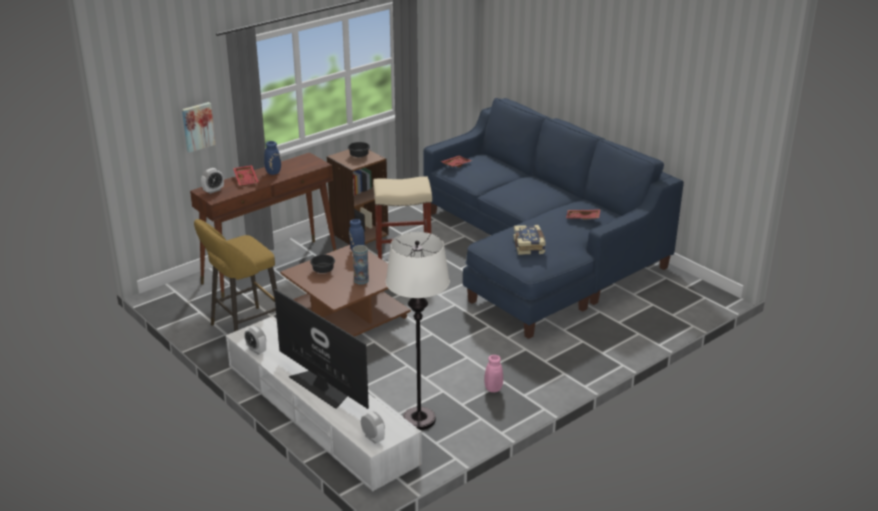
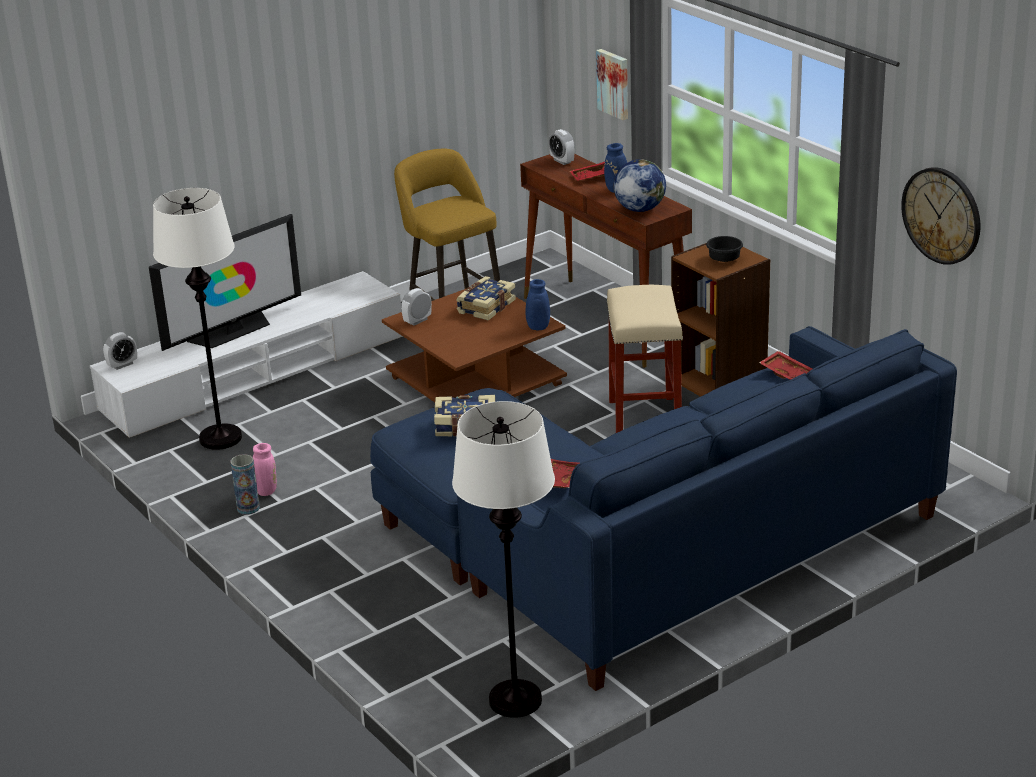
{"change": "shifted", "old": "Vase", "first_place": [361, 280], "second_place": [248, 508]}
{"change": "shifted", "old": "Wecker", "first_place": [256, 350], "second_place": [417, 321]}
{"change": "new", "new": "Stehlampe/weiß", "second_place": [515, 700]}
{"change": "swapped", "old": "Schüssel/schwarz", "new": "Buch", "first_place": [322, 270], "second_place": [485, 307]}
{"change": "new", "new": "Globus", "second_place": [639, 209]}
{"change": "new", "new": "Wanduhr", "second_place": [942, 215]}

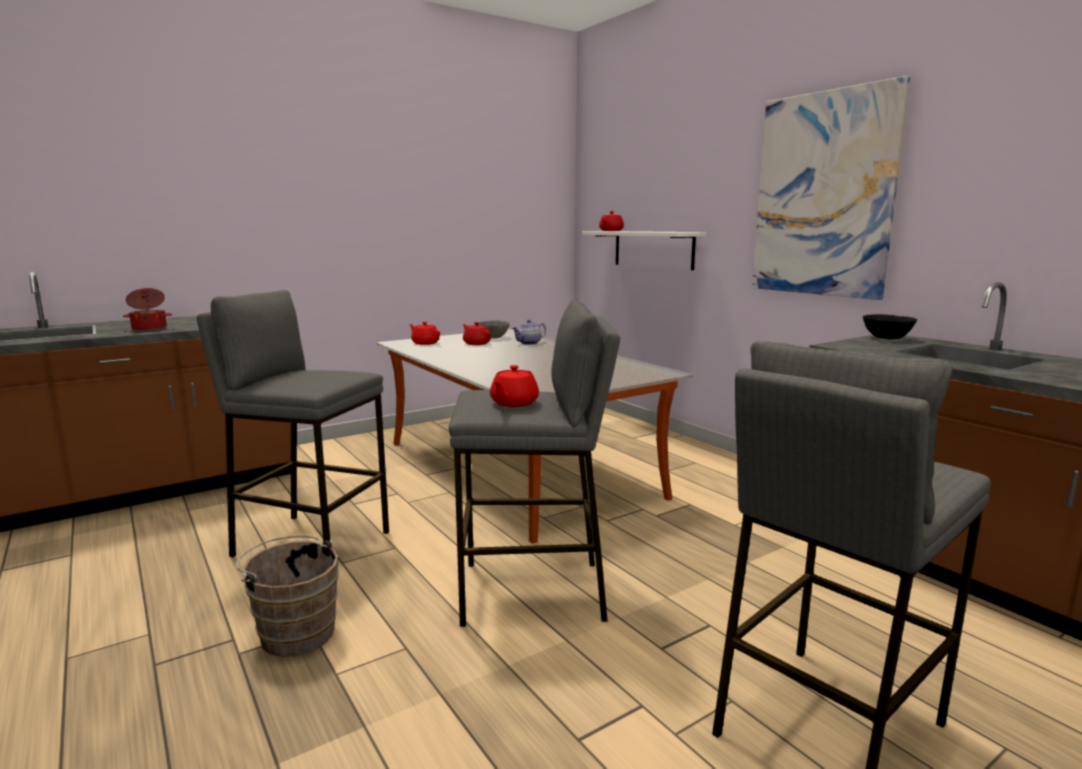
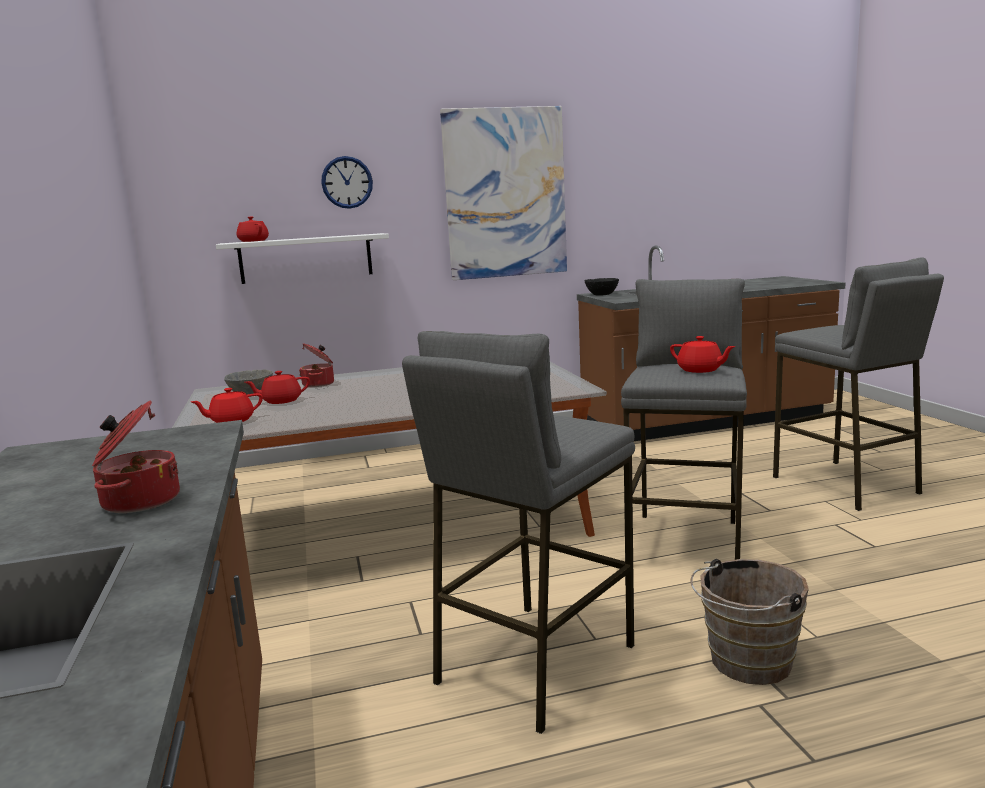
{"change": "swapped", "old": "Teekanne", "new": "Kochtopf", "first_place": [529, 343], "second_place": [319, 384]}
{"change": "new", "new": "Wanduhr", "second_place": [347, 182]}

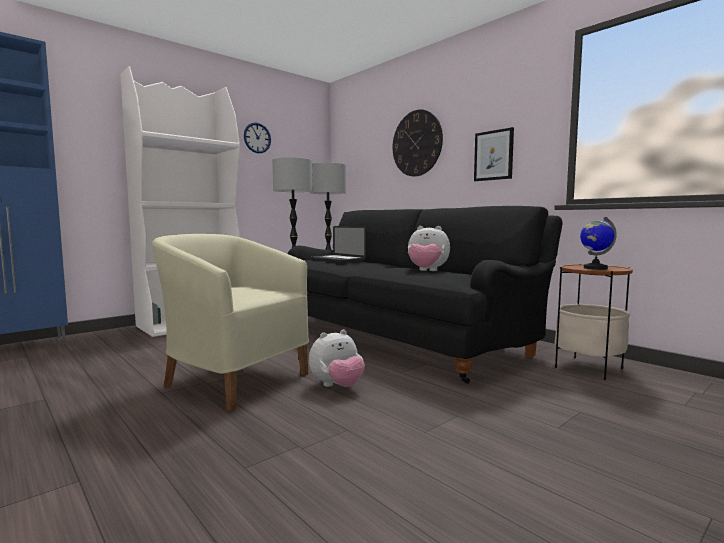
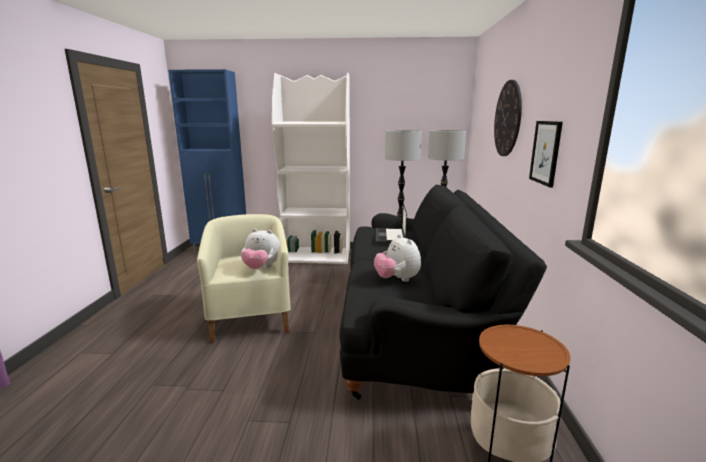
{"change": "shifted", "old": "Plüschtier", "first_place": [337, 386], "second_place": [261, 268]}
{"change": "gone", "old": "Wanduhr", "first_place": [257, 138]}
{"change": "gone", "old": "Globus", "first_place": [595, 268]}

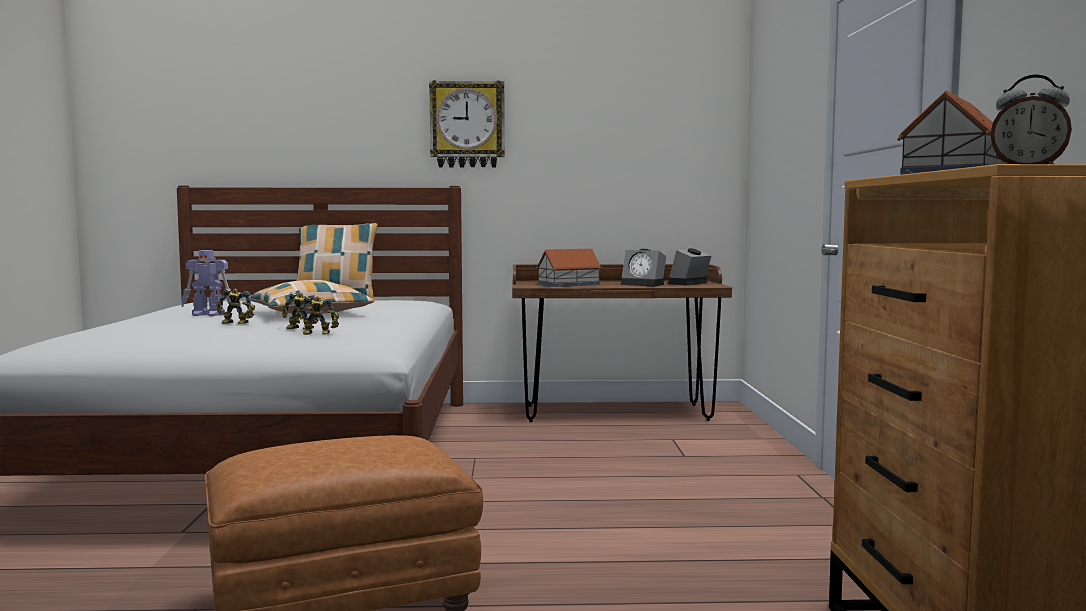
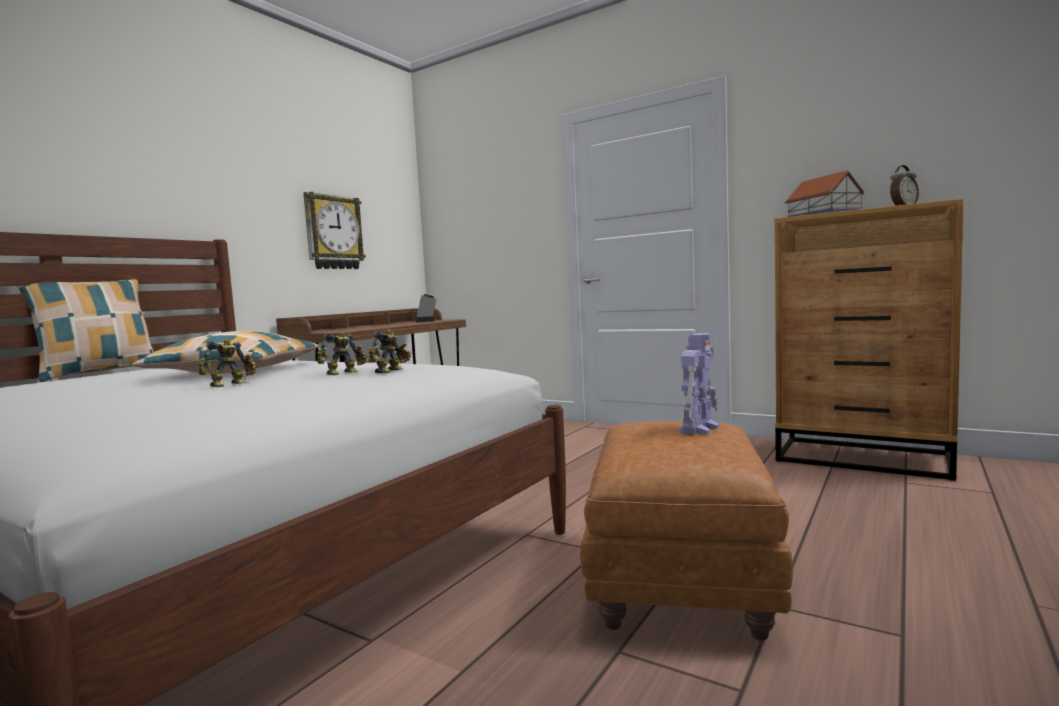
{"change": "shifted", "old": "Wanduhr", "first_place": [467, 125], "second_place": [333, 232]}
{"change": "shifted", "old": "Spielzeugroboter", "first_place": [209, 314], "second_place": [699, 428]}
{"change": "gone", "old": "Spielzeughaus", "first_place": [569, 284]}
{"change": "gone", "old": "Wecker", "first_place": [644, 284]}

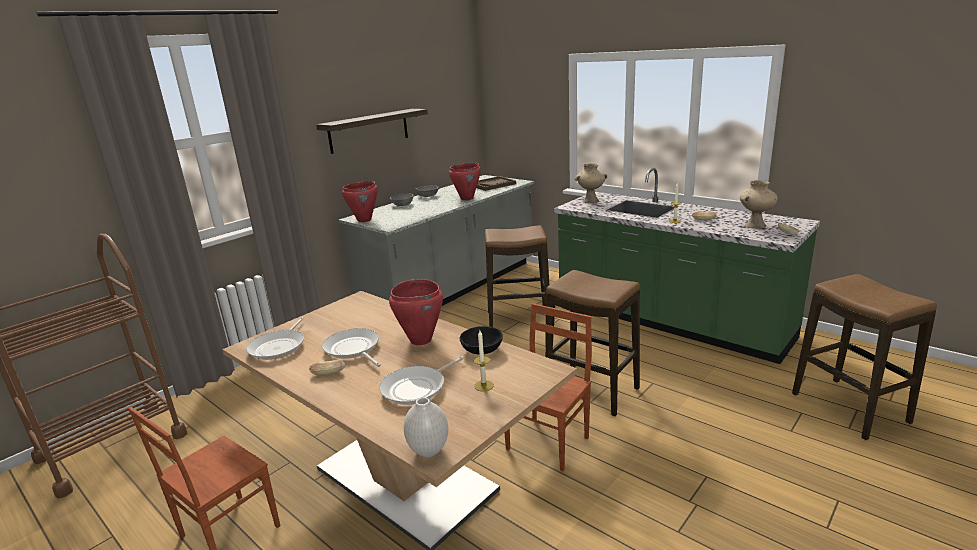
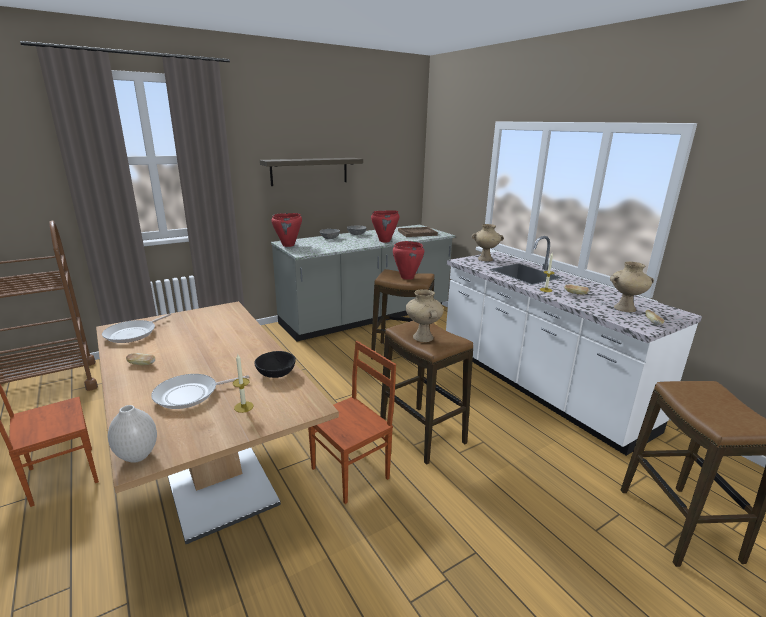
{"change": "shifted", "old": "Kochtopf/rot", "first_place": [420, 340], "second_place": [407, 277]}
{"change": "new", "new": "Vase/beige", "second_place": [422, 337]}
{"change": "repainted", "old": "Küchenzeile/grün", "new": "Küchenzeile/weiß", "first_place": [669, 322], "second_place": [536, 386]}
{"change": "gone", "old": "Pfanne", "first_place": [353, 349]}

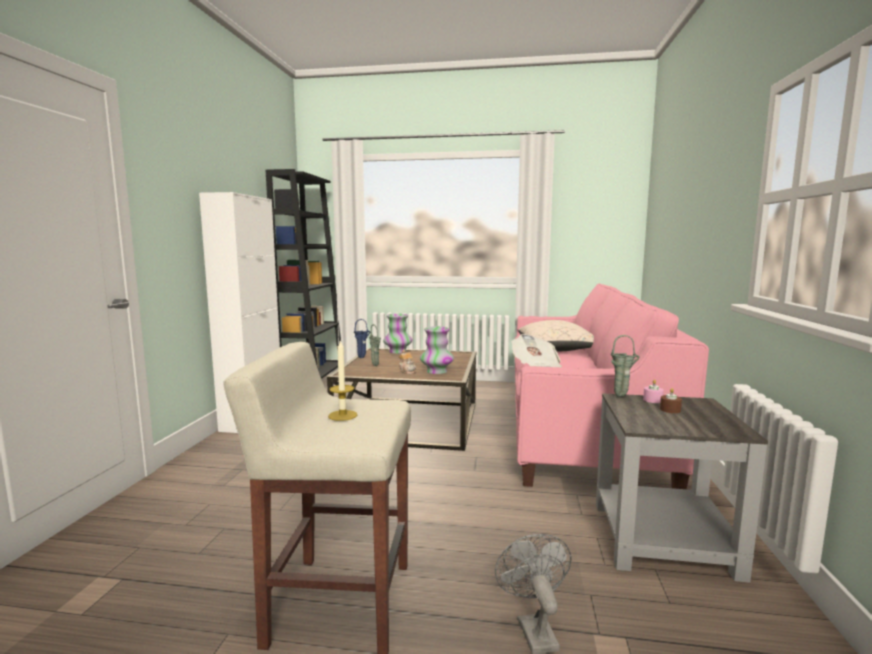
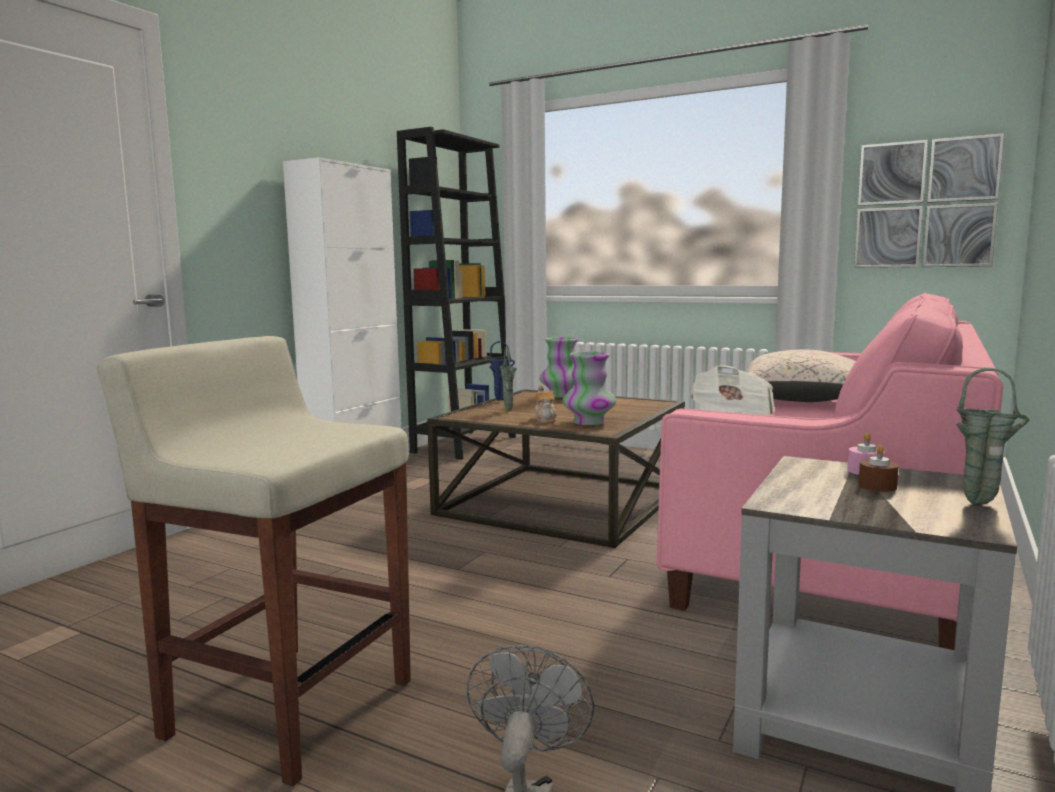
{"change": "new", "new": "Bild", "second_place": [925, 204]}
{"change": "shifted", "old": "Vase/grün", "first_place": [622, 396], "second_place": [983, 504]}
{"change": "gone", "old": "Kerze", "first_place": [342, 415]}

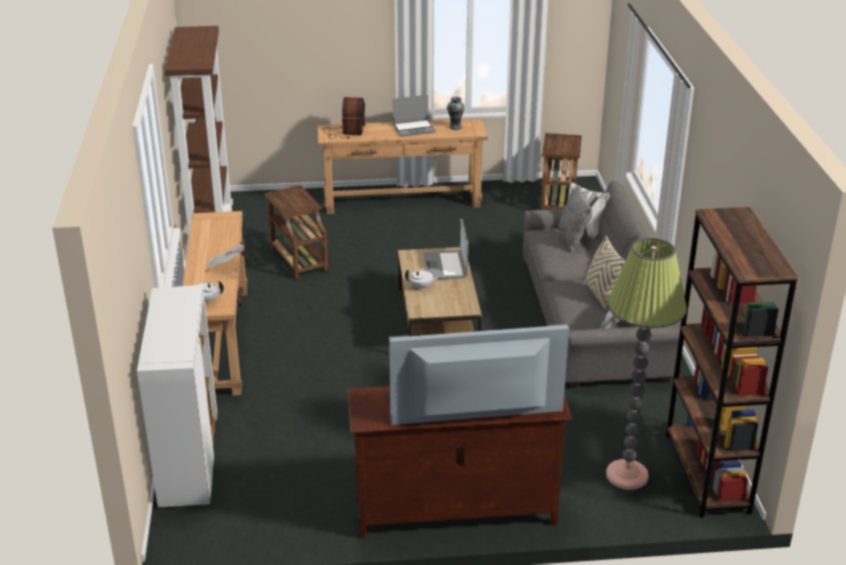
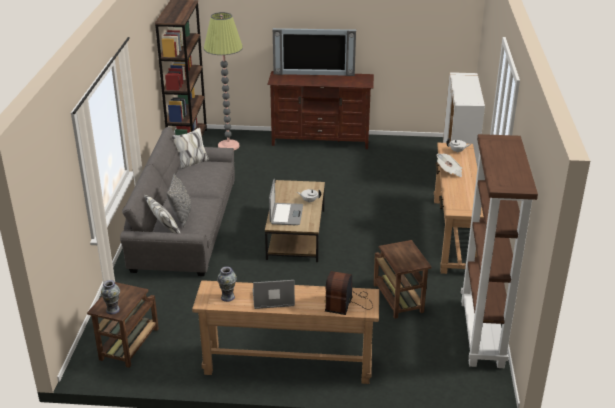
{"change": "new", "new": "Vase", "second_place": [112, 310]}
{"change": "gone", "old": "Kissen/beige", "first_place": [601, 294]}

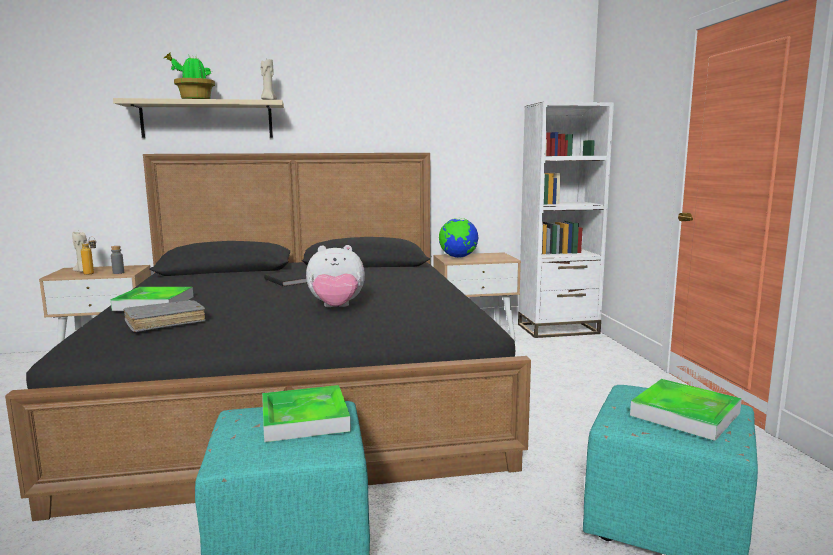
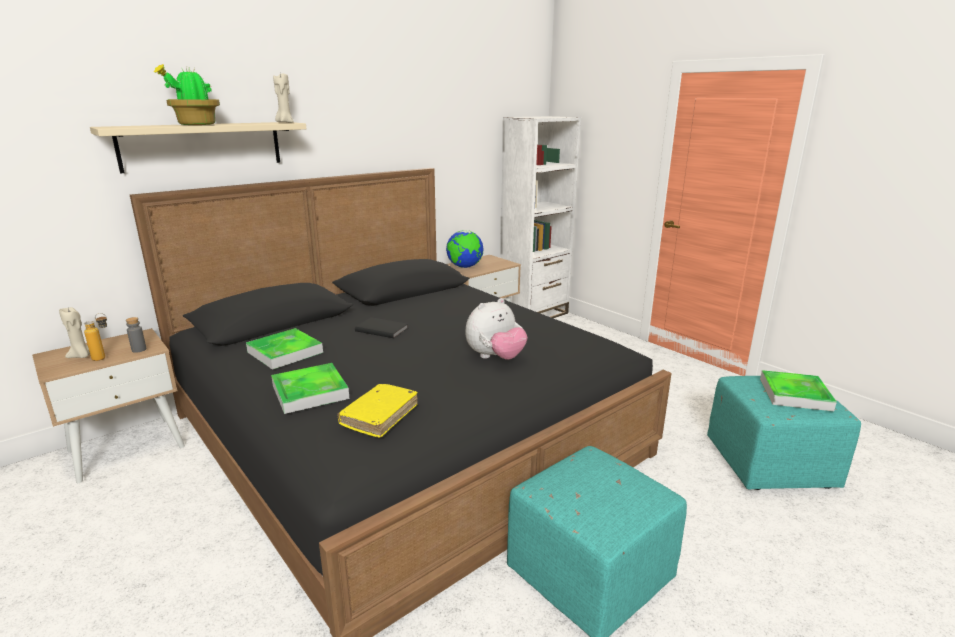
{"change": "shifted", "old": "Tablett", "first_place": [304, 418], "second_place": [285, 352]}
{"change": "repainted", "old": "Buch/grau", "new": "Buch/gelb", "first_place": [165, 323], "second_place": [379, 416]}

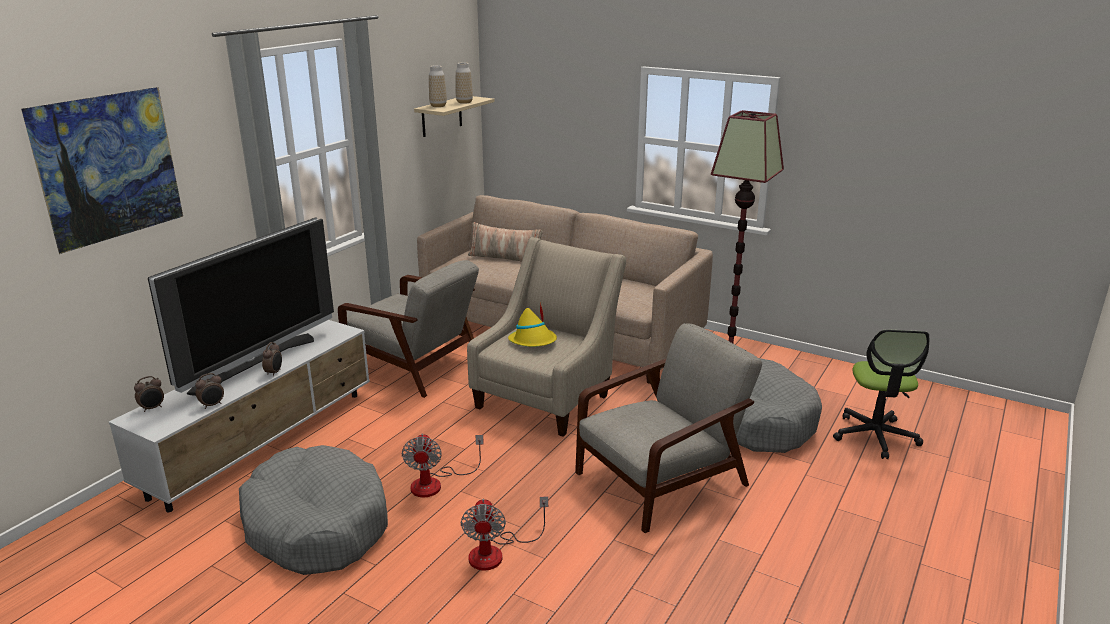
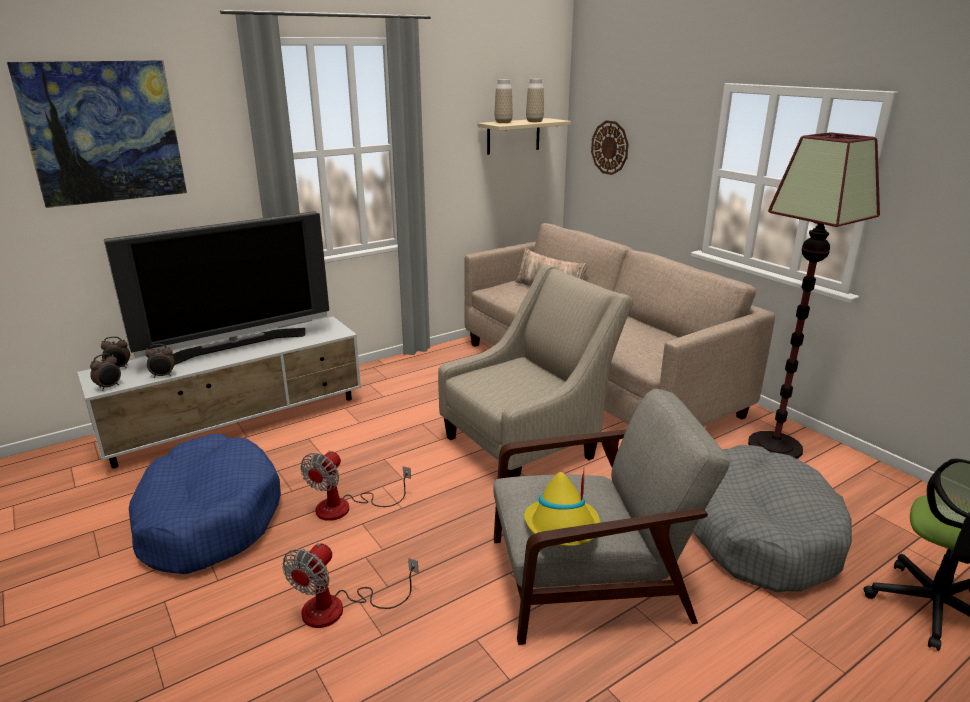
{"change": "shifted", "old": "Wecker", "first_place": [274, 372], "second_place": [109, 387]}
{"change": "repainted", "old": "Hundebett/grau", "new": "Hundebett/blau", "first_place": [316, 525], "second_place": [207, 518]}
{"change": "shifted", "old": "Hut/gelb", "first_place": [533, 341], "second_place": [563, 527]}
{"change": "new", "new": "Wanduhr", "second_place": [610, 147]}
{"change": "gone", "old": "Sessel/grau", "first_place": [415, 366]}

